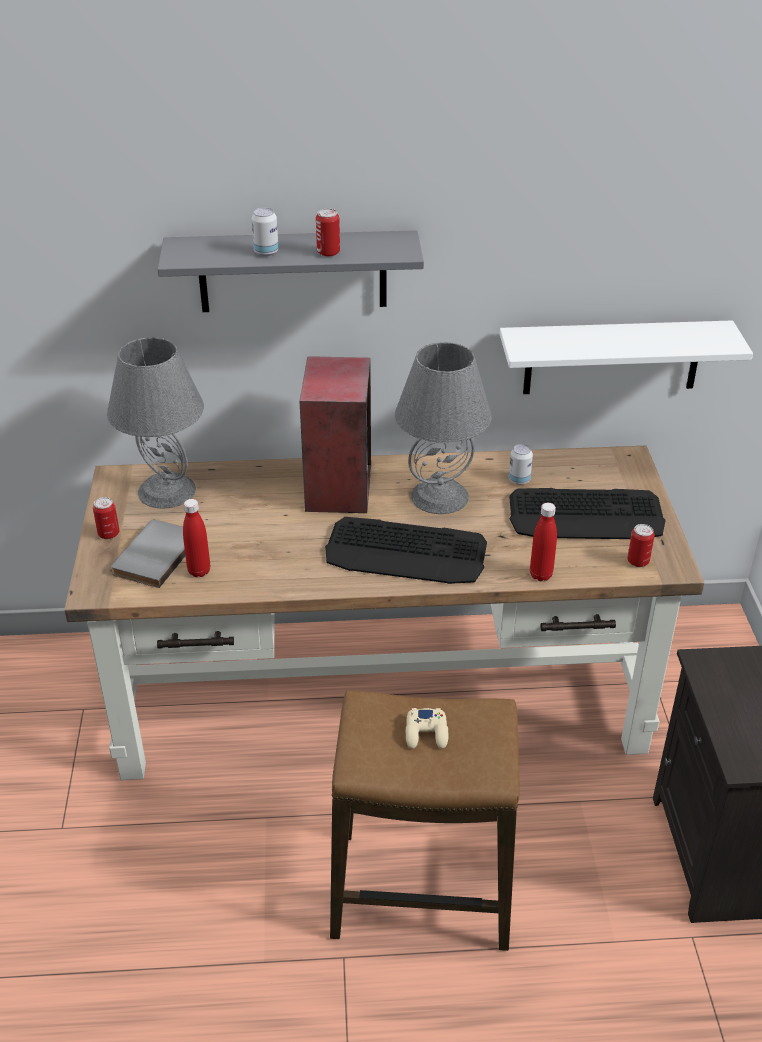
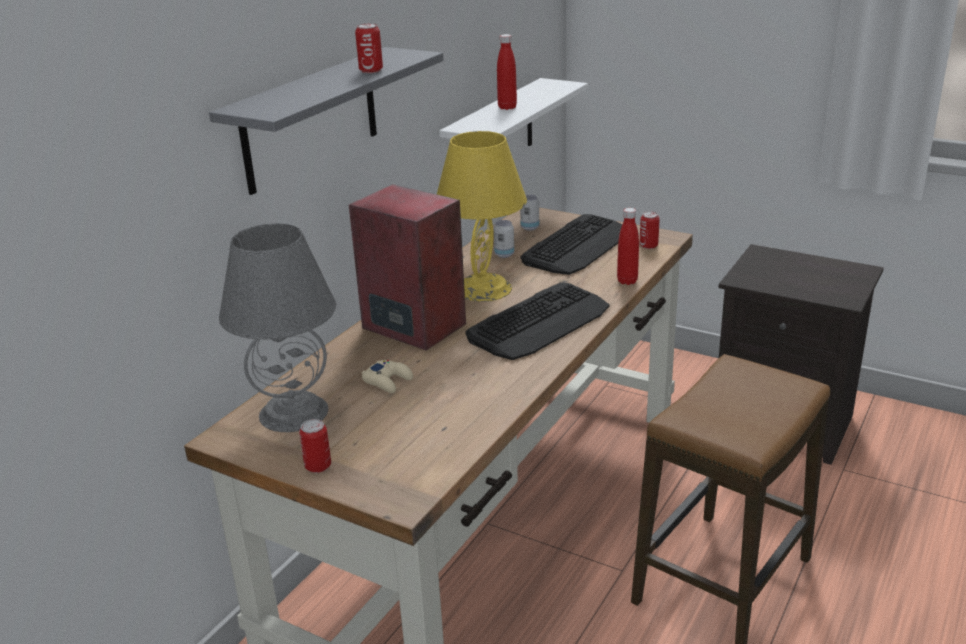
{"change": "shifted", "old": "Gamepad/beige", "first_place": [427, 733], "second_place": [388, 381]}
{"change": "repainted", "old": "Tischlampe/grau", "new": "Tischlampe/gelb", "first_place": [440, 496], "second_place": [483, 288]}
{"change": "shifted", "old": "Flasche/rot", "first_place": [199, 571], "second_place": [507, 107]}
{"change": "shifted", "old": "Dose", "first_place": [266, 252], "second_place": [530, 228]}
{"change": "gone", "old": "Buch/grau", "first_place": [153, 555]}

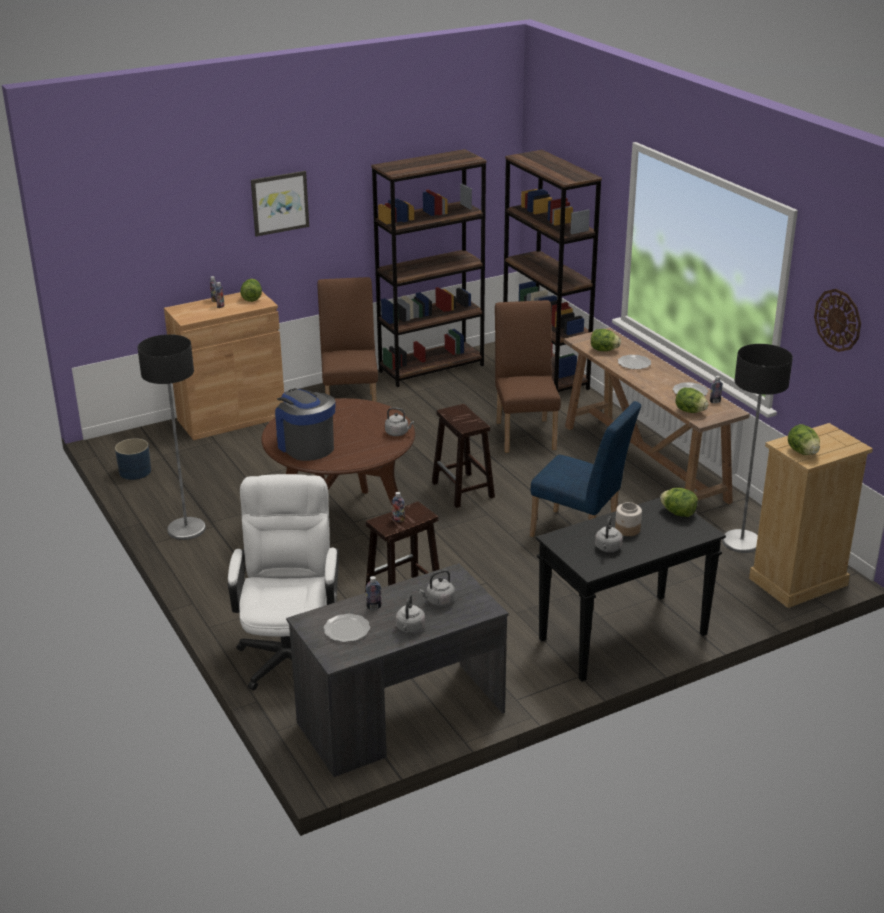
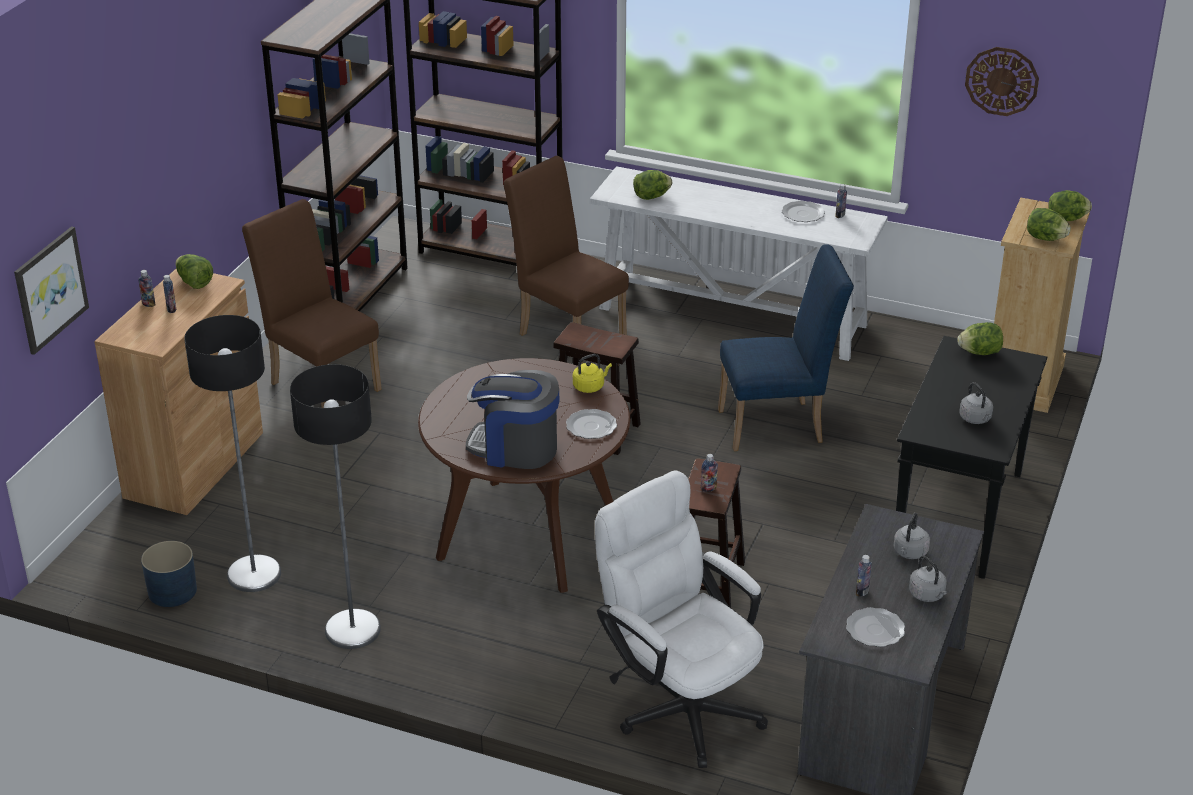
{"change": "shifted", "old": "Bild", "first_place": [279, 203], "second_place": [50, 289]}
{"change": "shifted", "old": "Stehlampe", "first_place": [741, 542], "second_place": [254, 574]}
{"change": "shifted", "old": "Teller", "first_place": [634, 363], "second_place": [592, 426]}
{"change": "repainted", "old": "Wasserkessel/grau", "new": "Wasserkessel/gelb", "first_place": [398, 433], "second_place": [590, 386]}
{"change": "repainted", "old": "Konsolentisch/braun", "new": "Konsolentisch/weiß", "first_place": [645, 463], "second_place": [733, 317]}
{"change": "shifted", "old": "Salatkopf", "first_place": [690, 411], "second_place": [1066, 219]}
{"change": "gone", "old": "Vorratsglas", "first_place": [627, 529]}

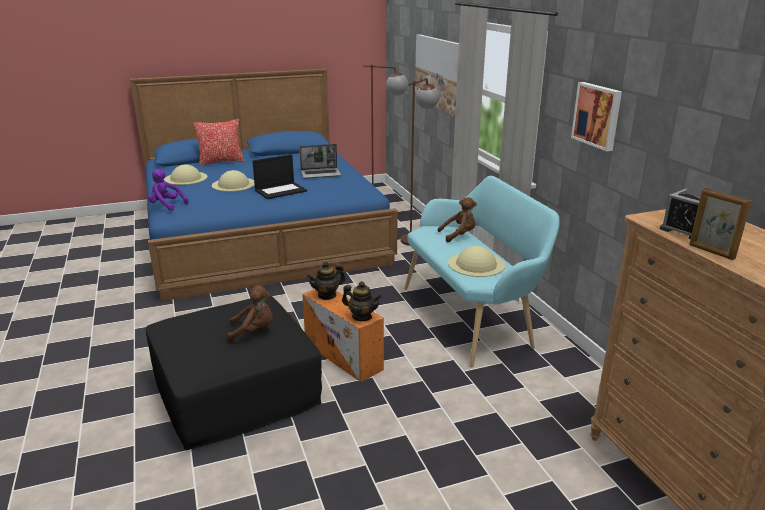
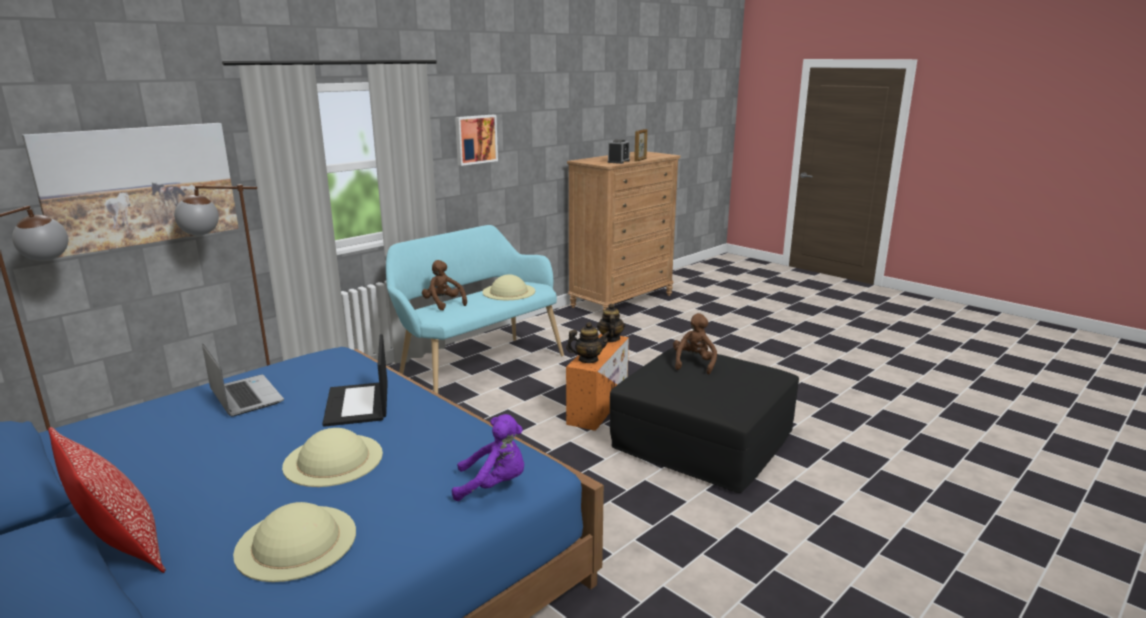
{"change": "rotated", "old": "Laptop", "first_place": [281, 190], "second_place": [358, 404], "degrees": -135}
{"change": "rotated", "old": "Plüschtier/lila", "first_place": [166, 206], "second_place": [494, 485], "degrees": -90}
{"change": "rotated", "old": "Teekanne", "first_place": [327, 295], "second_place": [588, 360], "degrees": -45}
{"change": "rotated", "old": "Plüschtier/braun", "first_place": [254, 331], "second_place": [694, 363], "degrees": 45}

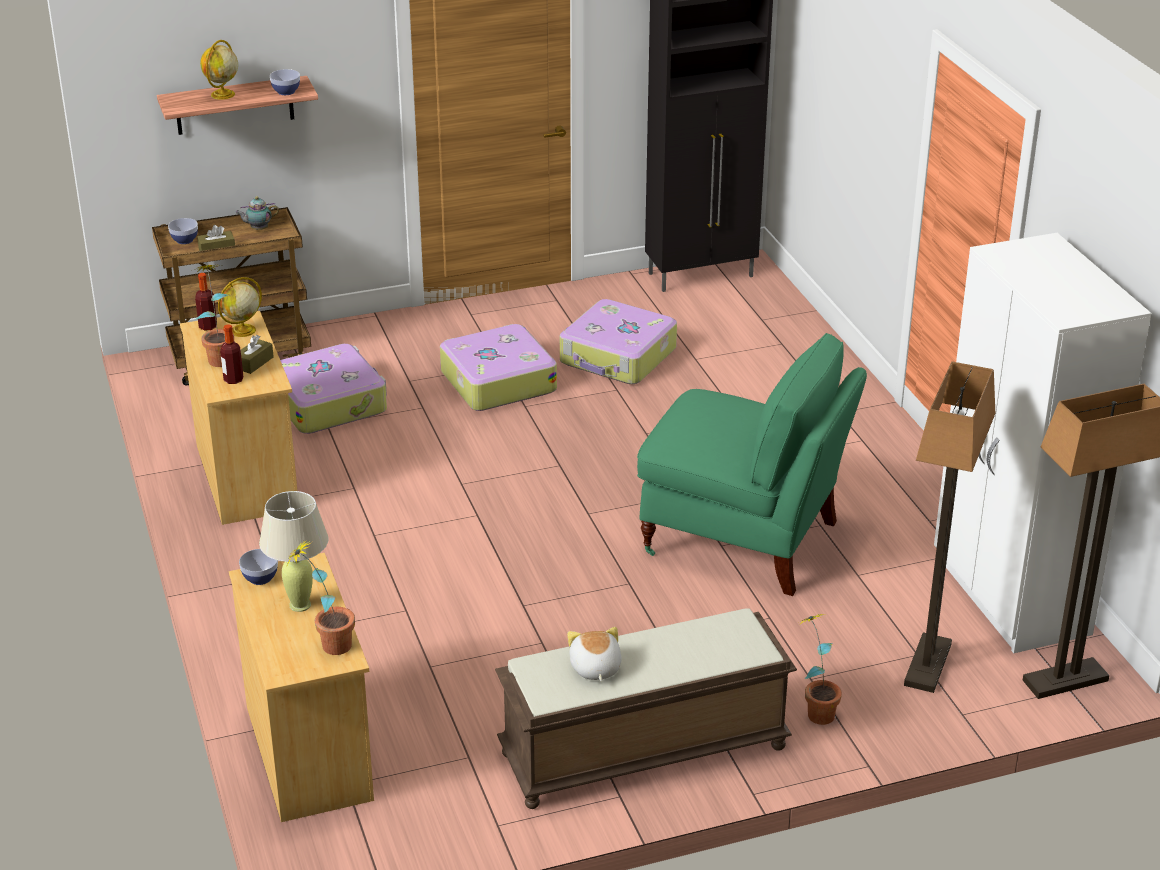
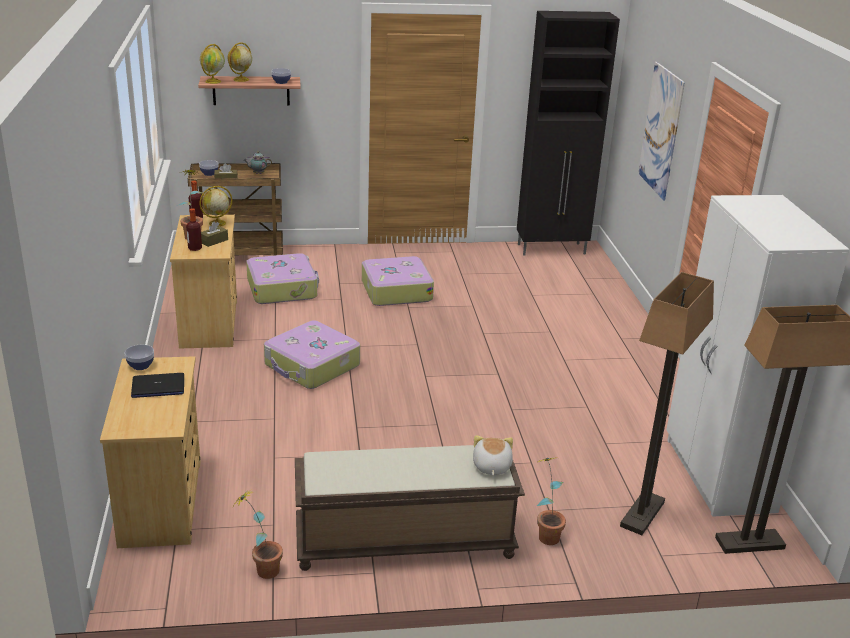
{"change": "swapped", "old": "Tischlampe/beige", "new": "Laptop", "first_place": [299, 605], "second_place": [158, 387]}
{"change": "new", "new": "Globus", "second_place": [213, 81]}
{"change": "shifted", "old": "Topfpflanze", "first_place": [327, 645], "second_place": [261, 569]}
{"change": "shifted", "old": "Koffer", "first_place": [618, 357], "second_place": [312, 366]}
{"change": "shifted", "old": "Plüschtier", "first_place": [594, 668], "second_place": [491, 466]}
{"change": "new", "new": "Bild", "second_place": [661, 130]}
{"change": "gone", "old": "Stuhl/grün", "first_place": [744, 539]}

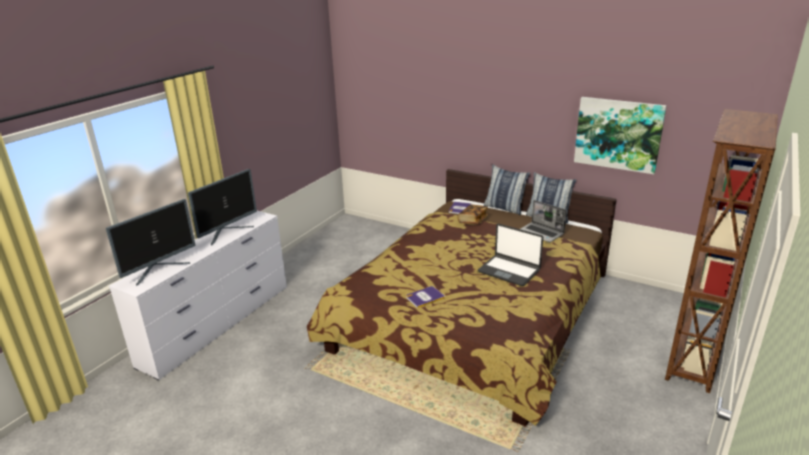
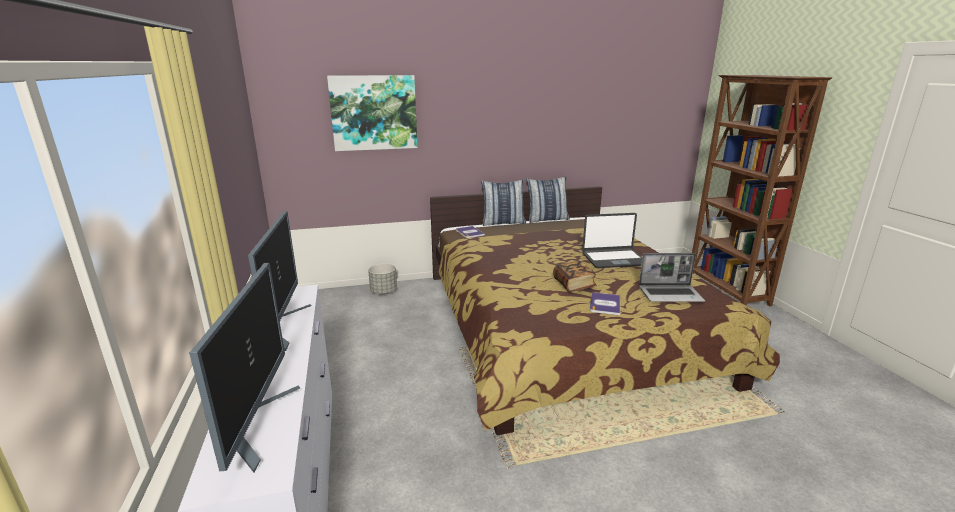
{"change": "shifted", "old": "Bild", "first_place": [618, 134], "second_place": [374, 113]}
{"change": "new", "new": "Pflanzkübel/grau", "second_place": [383, 291]}
{"change": "shifted", "old": "Buch", "first_place": [472, 220], "second_place": [574, 285]}
{"change": "shifted", "old": "Laptop", "first_place": [541, 233], "second_place": [671, 294]}

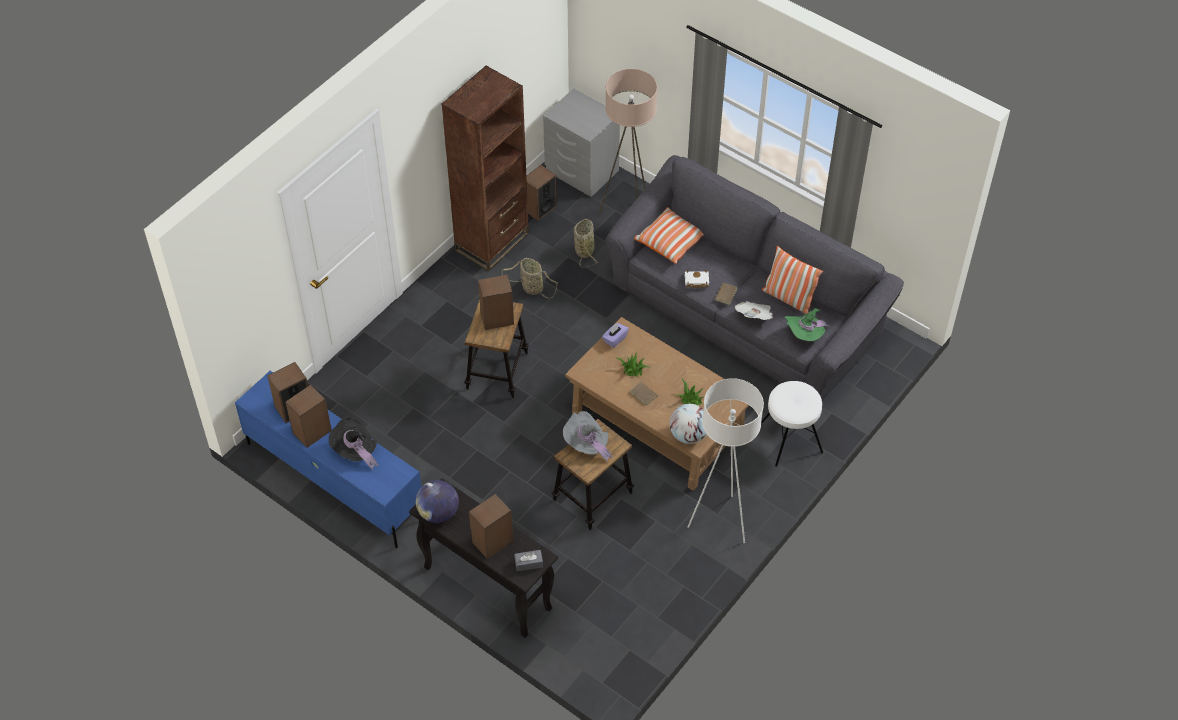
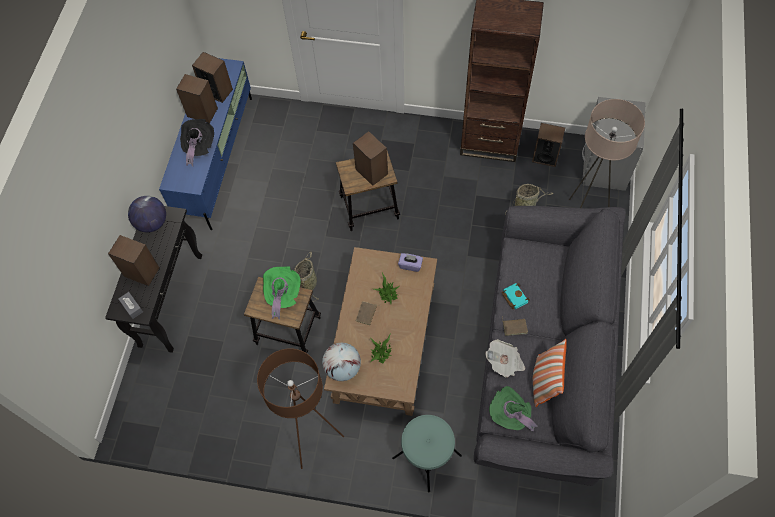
{"change": "repainted", "old": "Stehlampe/weiß", "new": "Stehlampe/braun", "first_place": [721, 521], "second_place": [313, 439]}
{"change": "repainted", "old": "Hut/grau", "new": "Hut/grün", "first_place": [587, 445], "second_place": [282, 295]}
{"change": "shifted", "old": "Korb", "first_place": [530, 287], "second_place": [308, 282]}
{"change": "repainted", "old": "Hocker/weiß", "new": "Hocker/türkis", "first_place": [789, 439], "second_place": [427, 457]}
{"change": "repainted", "old": "Buch/weiß", "new": "Buch/türkis", "first_place": [696, 281], "second_place": [514, 297]}
{"change": "gone", "old": "Kissen", "first_place": [670, 242]}

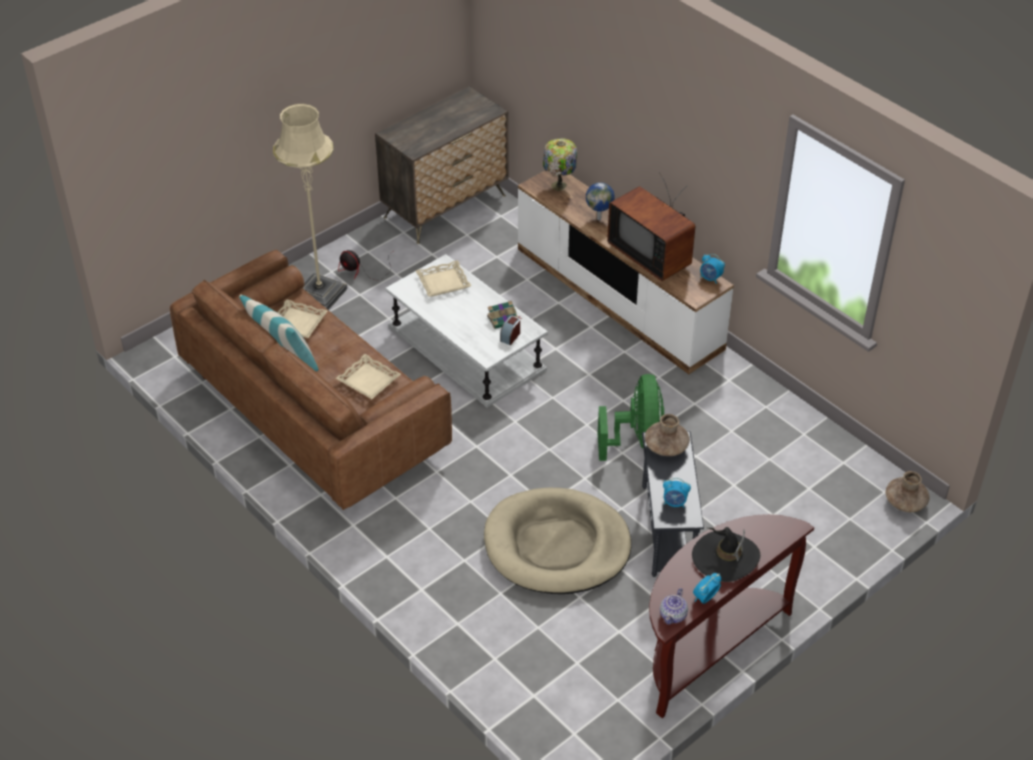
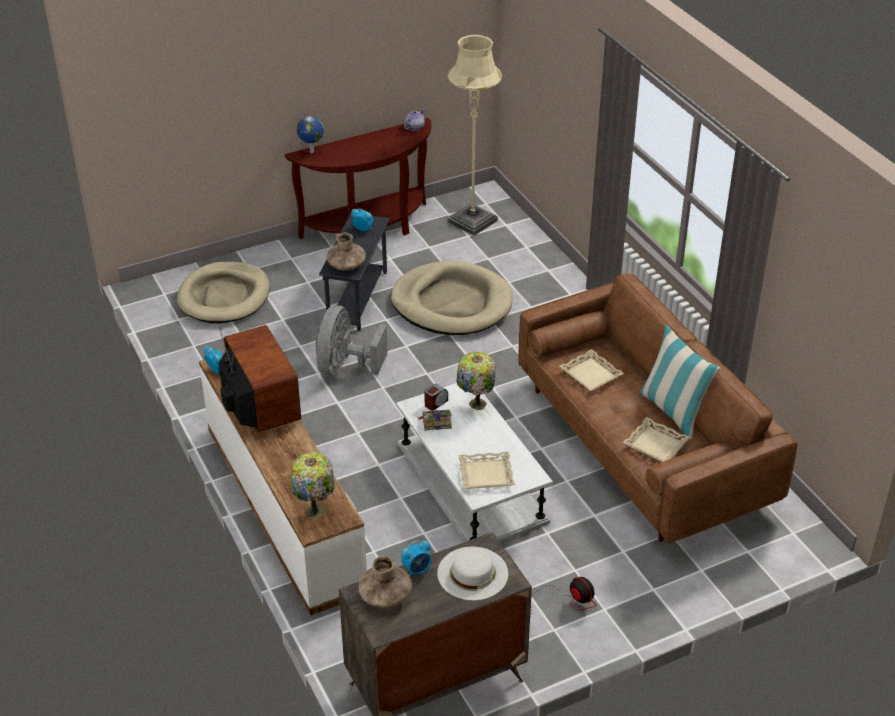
{"change": "new", "new": "Hundebett/beige", "second_place": [224, 296]}
{"change": "shifted", "old": "Globus", "first_place": [599, 218], "second_place": [311, 152]}
{"change": "repainted", "old": "Ventilator/grün", "new": "Ventilator/grau", "first_place": [636, 439], "second_place": [344, 367]}
{"change": "shifted", "old": "Vase/braun", "first_place": [905, 502], "second_place": [385, 596]}
{"change": "shifted", "old": "Wecker", "first_place": [705, 598], "second_place": [417, 569]}
{"change": "new", "new": "Hut/weiß", "second_place": [472, 573]}
{"change": "shifted", "old": "Stehlampe/beige", "first_place": [320, 294], "second_place": [472, 221]}
{"change": "new", "new": "Tischlampe", "second_place": [476, 404]}
{"change": "gone", "old": "Hut/schwarz", "first_place": [725, 558]}

